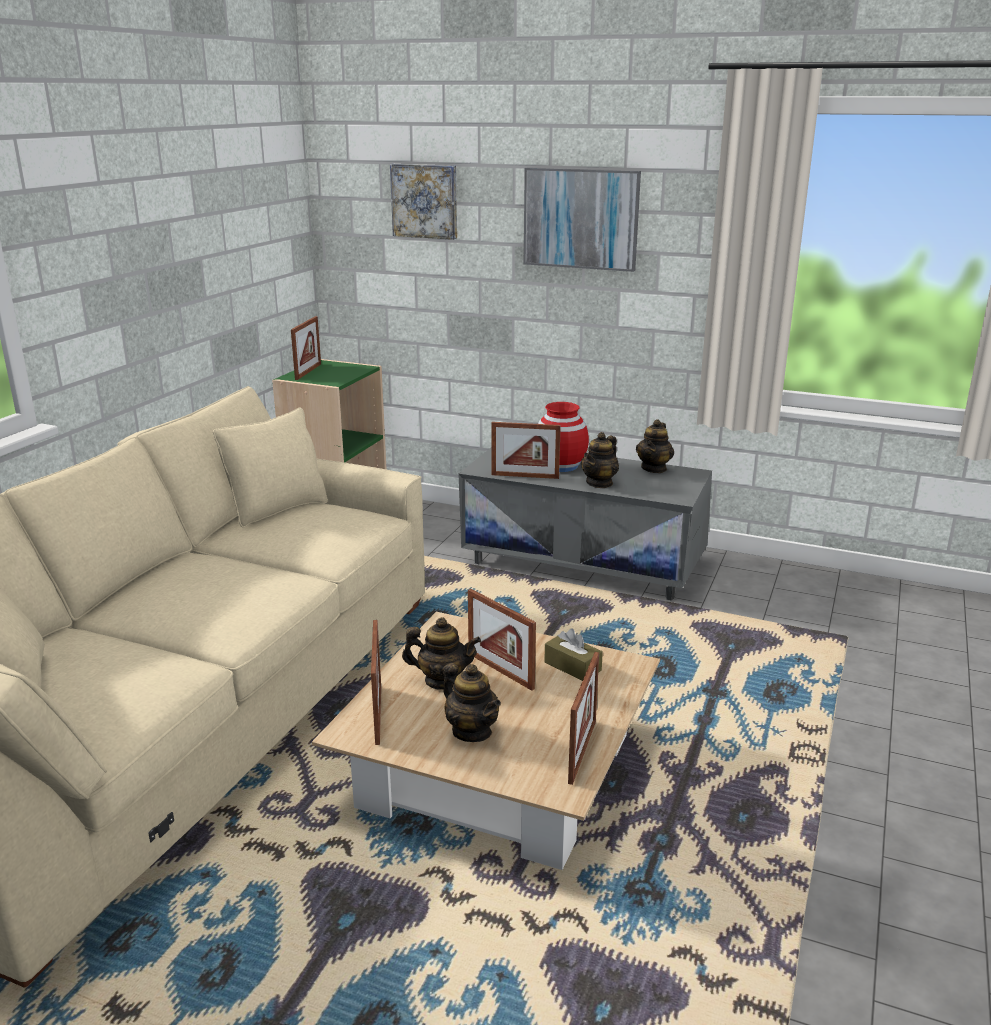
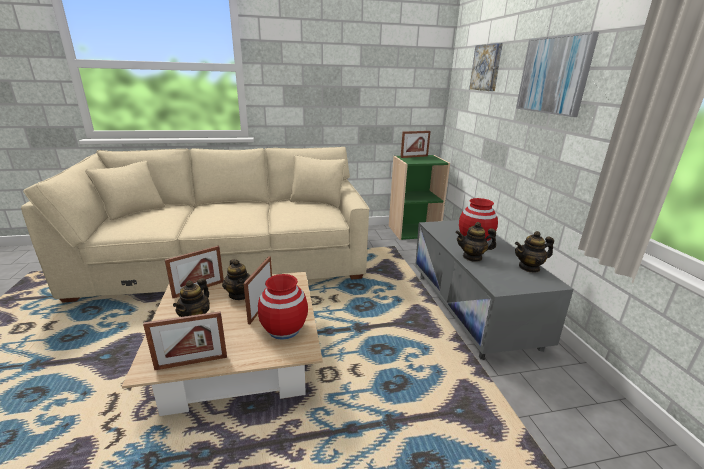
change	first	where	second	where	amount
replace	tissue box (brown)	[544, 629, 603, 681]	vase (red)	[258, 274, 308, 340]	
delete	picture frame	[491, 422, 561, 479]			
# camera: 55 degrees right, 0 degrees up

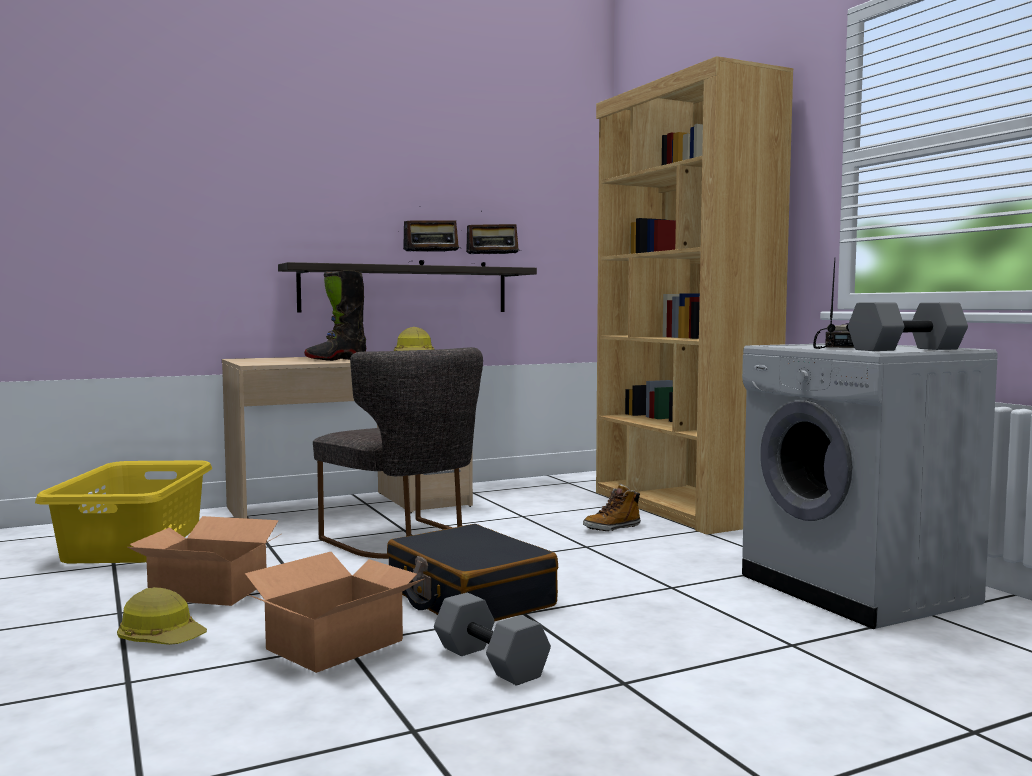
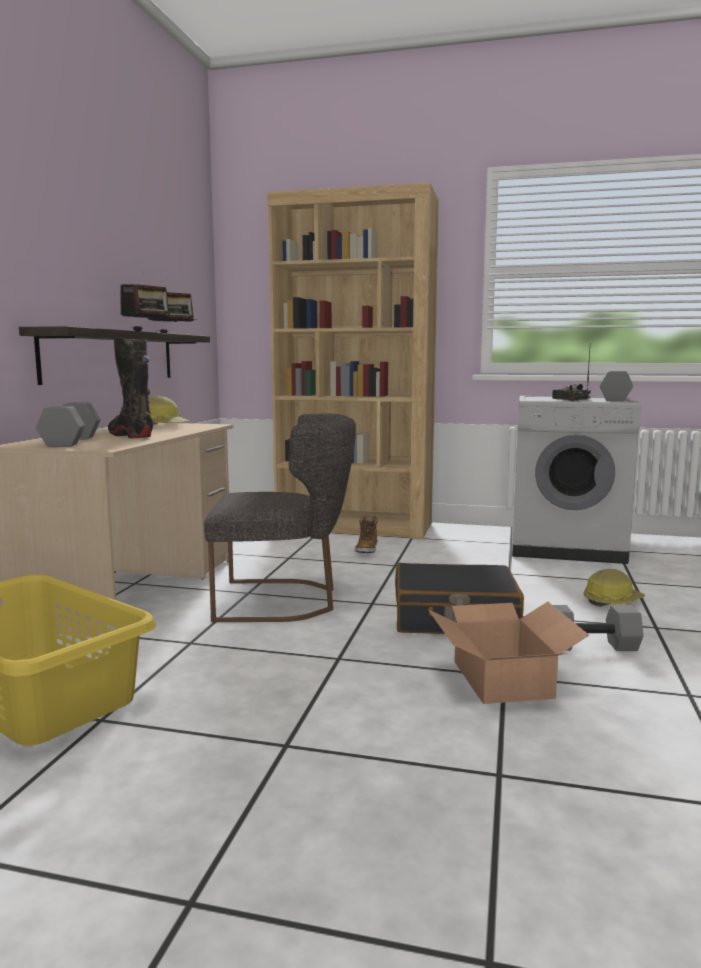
change	first	where	second	where	amount
insert			dumbbell (grey)	[36, 402, 100, 447]	
rotate	boot (black)	[304, 270, 366, 361]		[108, 337, 154, 438]	135 degrees clockwise
move	hard hat	[117, 587, 207, 645]		[584, 569, 645, 606]	
delete	cardboard box	[128, 516, 281, 606]			
# camera: 50 degrees left, 5 degrees up

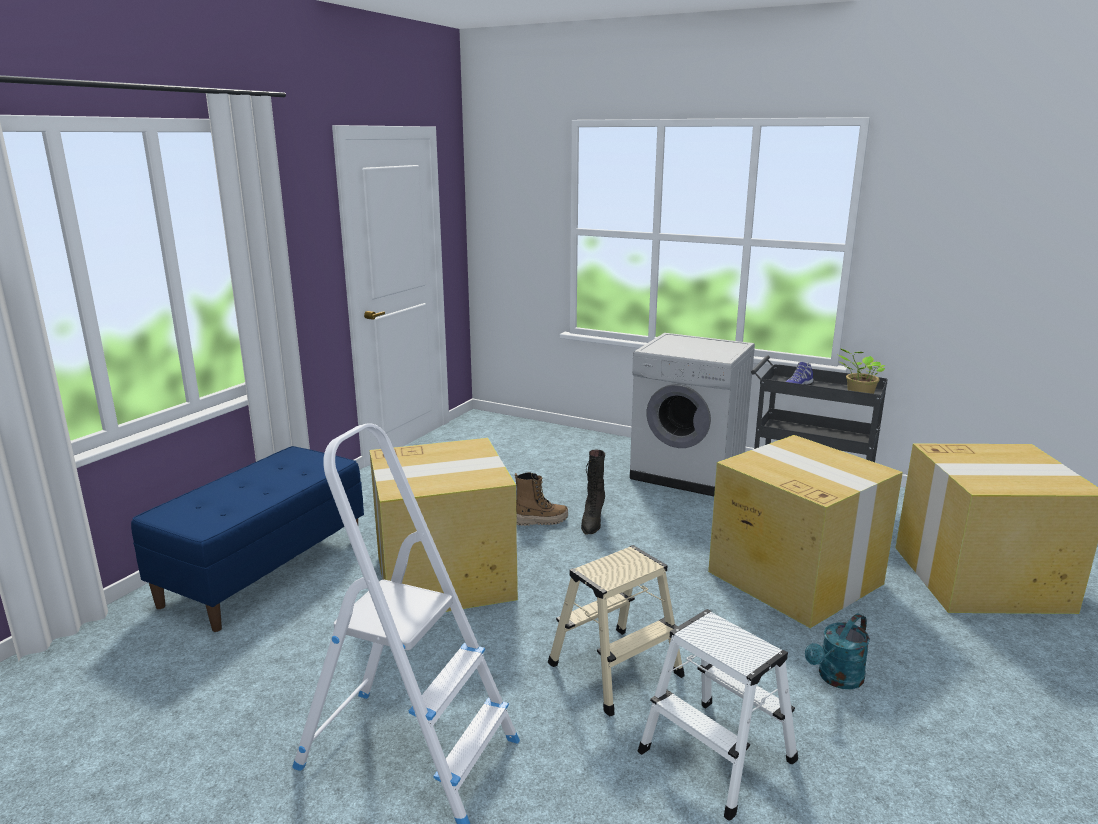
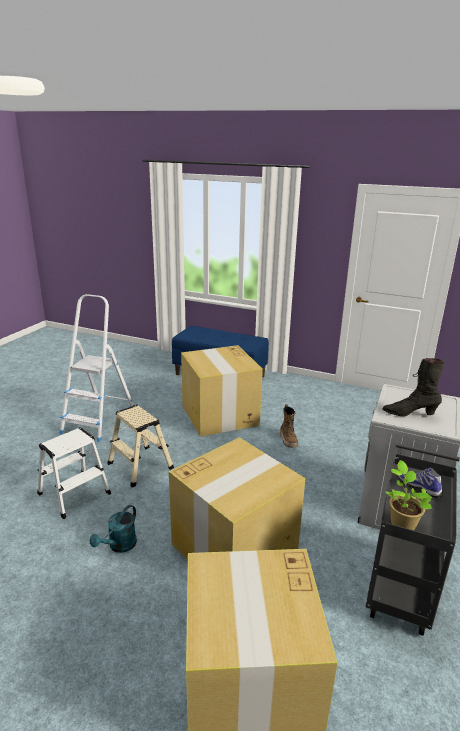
change	first	where	second	where	amount
rotate	watering can (turquoise)	[805, 613, 870, 689]		[90, 505, 137, 553]	105 degrees counterclockwise
move	boot (black)	[581, 450, 605, 534]		[382, 358, 444, 416]	
# camera: 85 degrees right, 5 degrees up

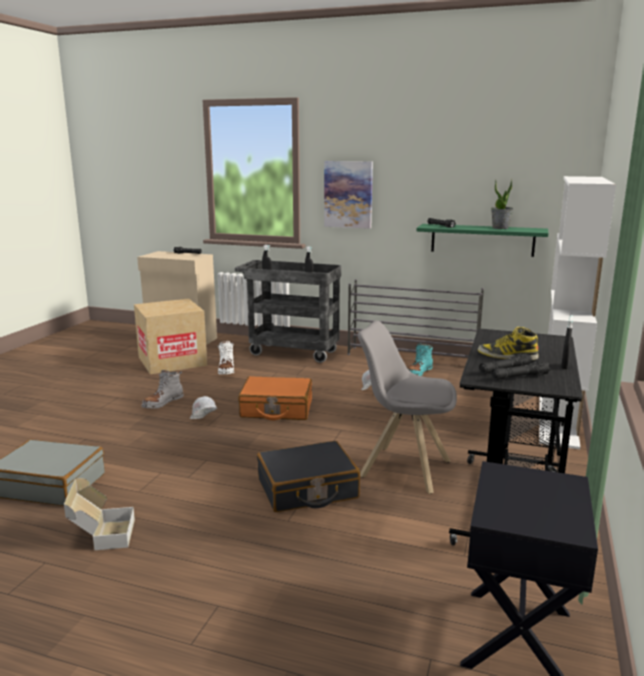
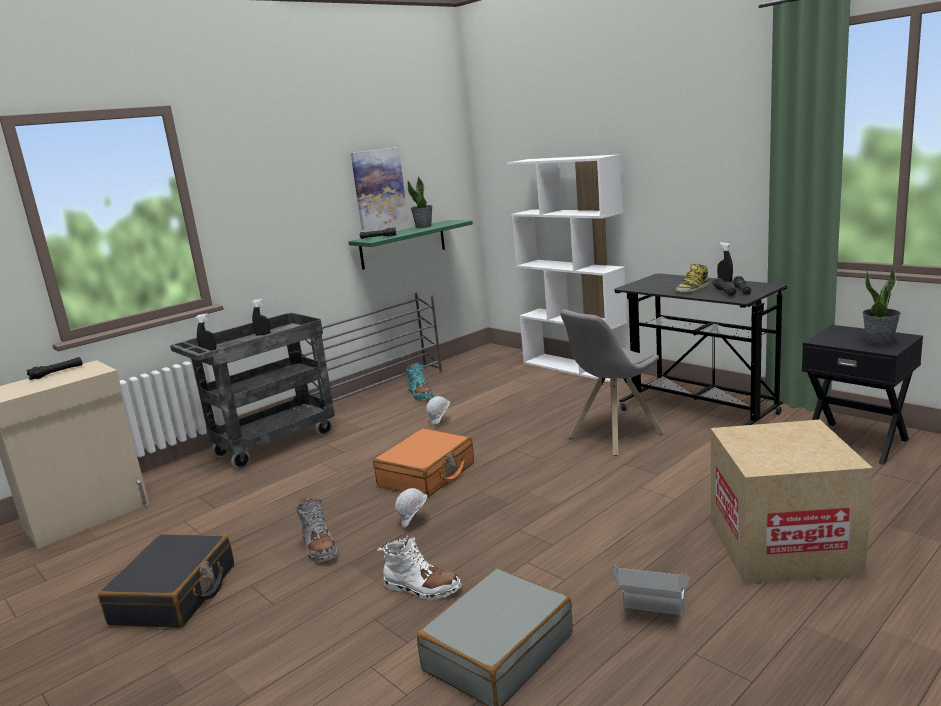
change	first	where	second	where	amount
move	suitcase (black)	[257, 441, 360, 512]		[98, 534, 234, 628]	
move	picture	[324, 161, 373, 229]		[351, 147, 408, 230]	
move	boot (white)	[218, 341, 234, 375]		[377, 536, 462, 599]	
move	cardboard box	[134, 299, 207, 374]		[711, 419, 873, 584]	
insert			potted plant	[862, 267, 901, 346]	
# camera: 60 degrees left, 0 degrees up

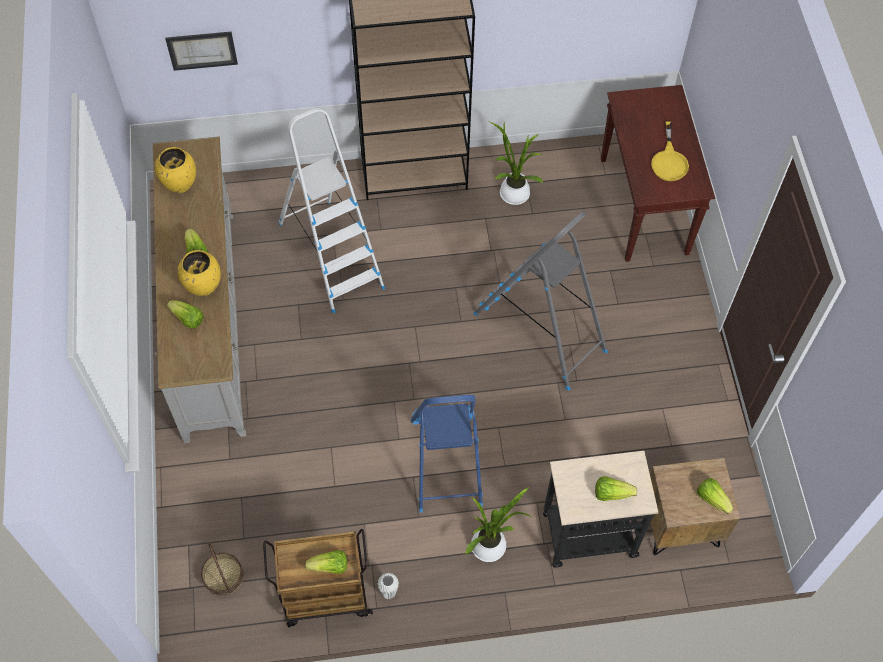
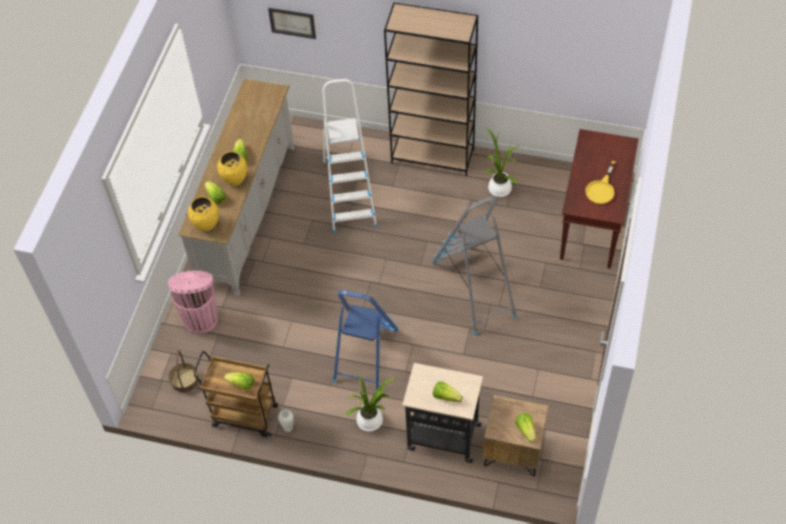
change	first	where	second	where	amount
insert			trash can (pink)	[168, 270, 218, 334]	
move	vase (yellow)	[155, 147, 196, 193]		[188, 196, 219, 231]	
# camera: 25 degrees right, 5 degrees down

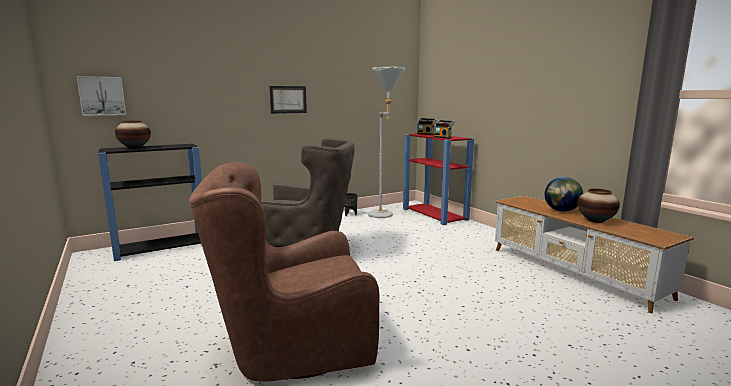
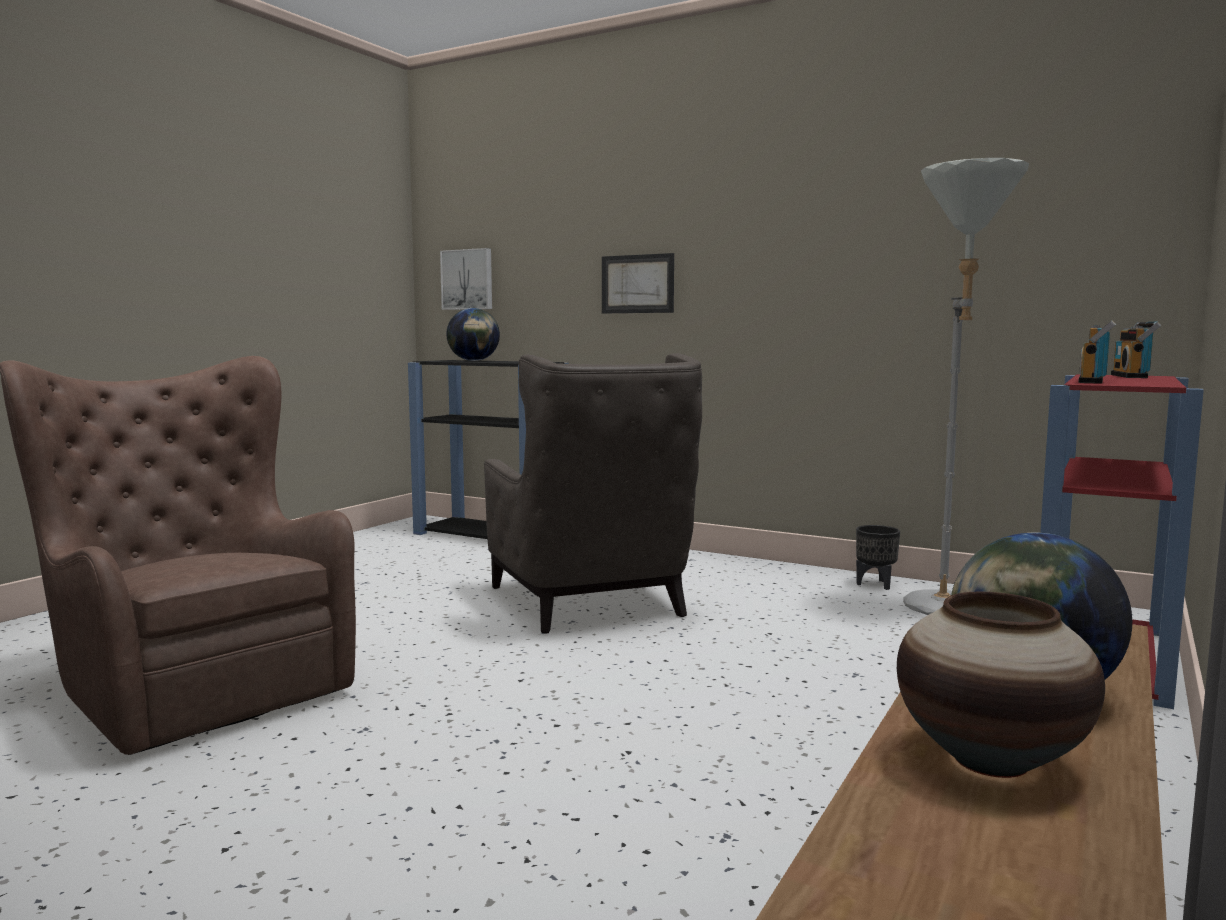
change	first	where	second	where	amount
replace	vase	[115, 121, 151, 149]	globe	[446, 308, 500, 361]	
move	picture	[269, 86, 307, 114]		[602, 253, 674, 313]	
# camera: 60 degrees right, 5 degrees down

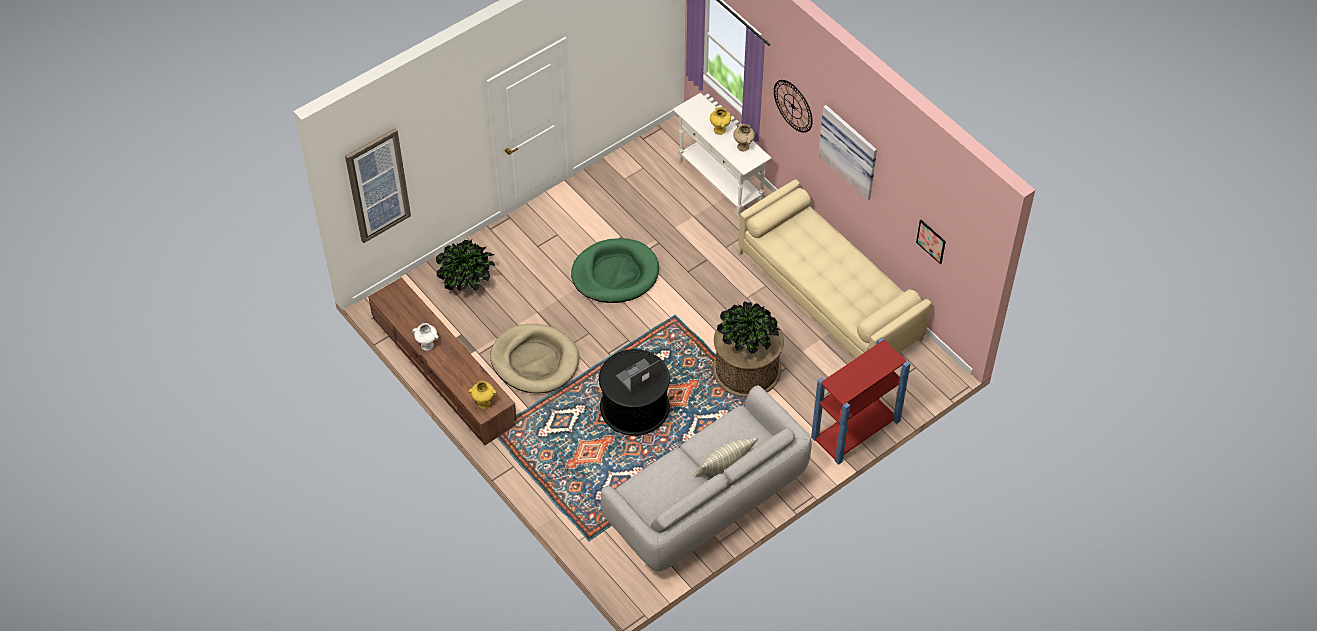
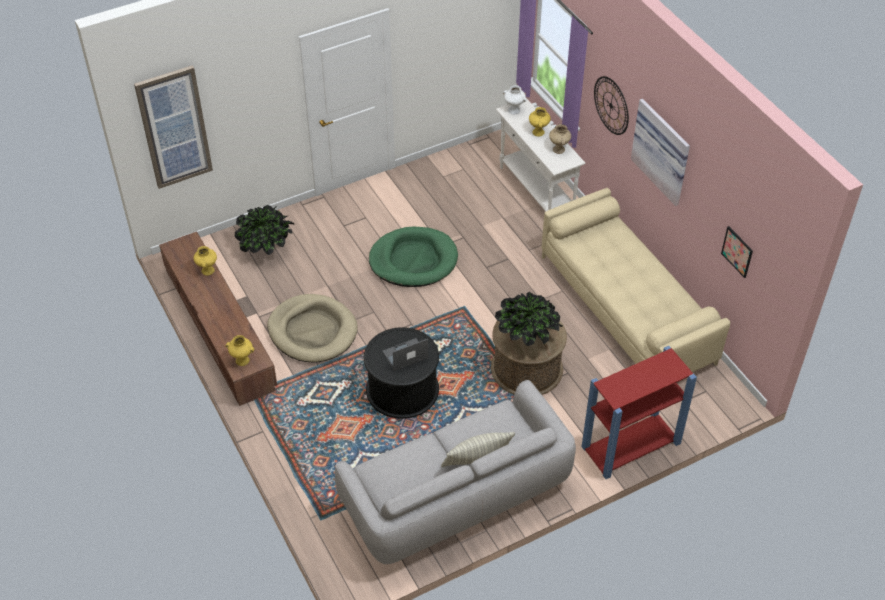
change	first	where	second	where	amount
insert			vase (yellow)	[194, 246, 217, 275]	
move	vase (white)	[412, 323, 439, 351]		[503, 85, 527, 115]	
# camera: 10 degrees right, 5 degrees down

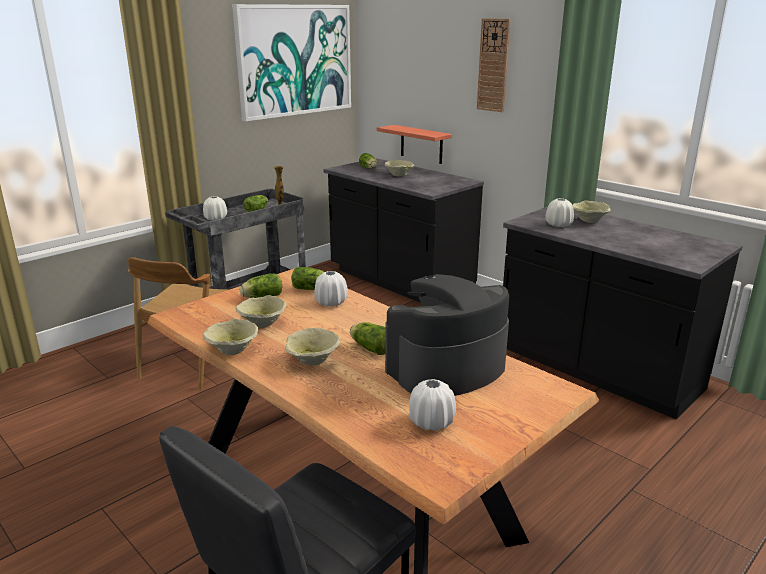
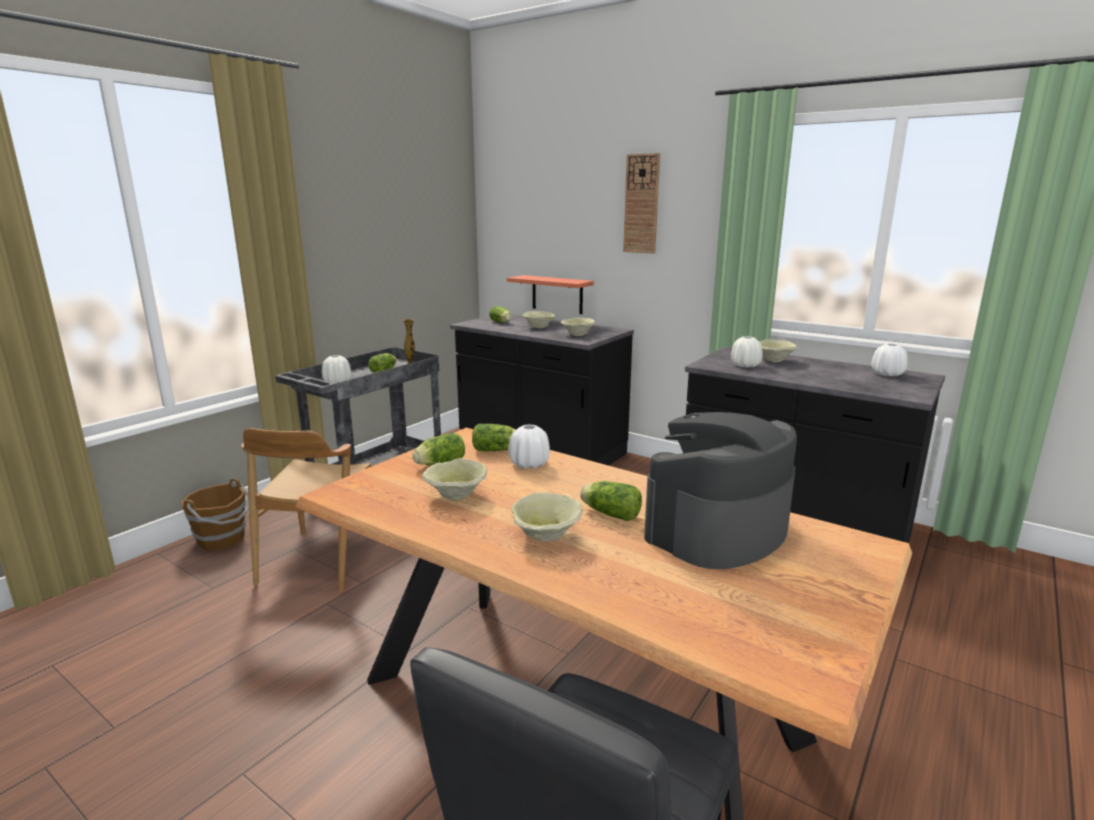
change	first	where	second	where	amount
insert			bucket (brown)	[181, 478, 249, 550]	
move	bowl (beige)	[202, 319, 258, 355]		[561, 317, 595, 336]	
move	vase (white)	[409, 379, 456, 431]		[871, 343, 908, 376]	
delete	picture	[232, 4, 351, 121]			
# camera: 10 degrees left, 5 degrees down

